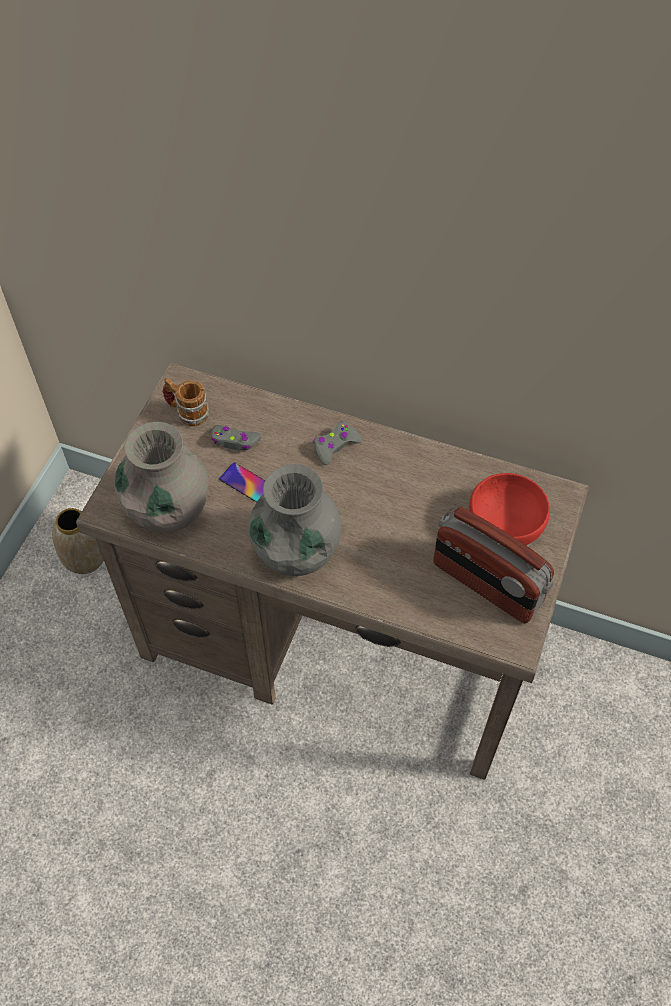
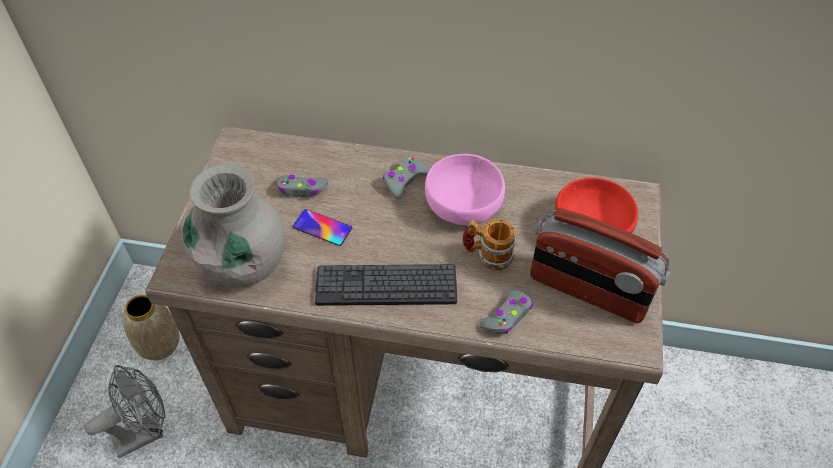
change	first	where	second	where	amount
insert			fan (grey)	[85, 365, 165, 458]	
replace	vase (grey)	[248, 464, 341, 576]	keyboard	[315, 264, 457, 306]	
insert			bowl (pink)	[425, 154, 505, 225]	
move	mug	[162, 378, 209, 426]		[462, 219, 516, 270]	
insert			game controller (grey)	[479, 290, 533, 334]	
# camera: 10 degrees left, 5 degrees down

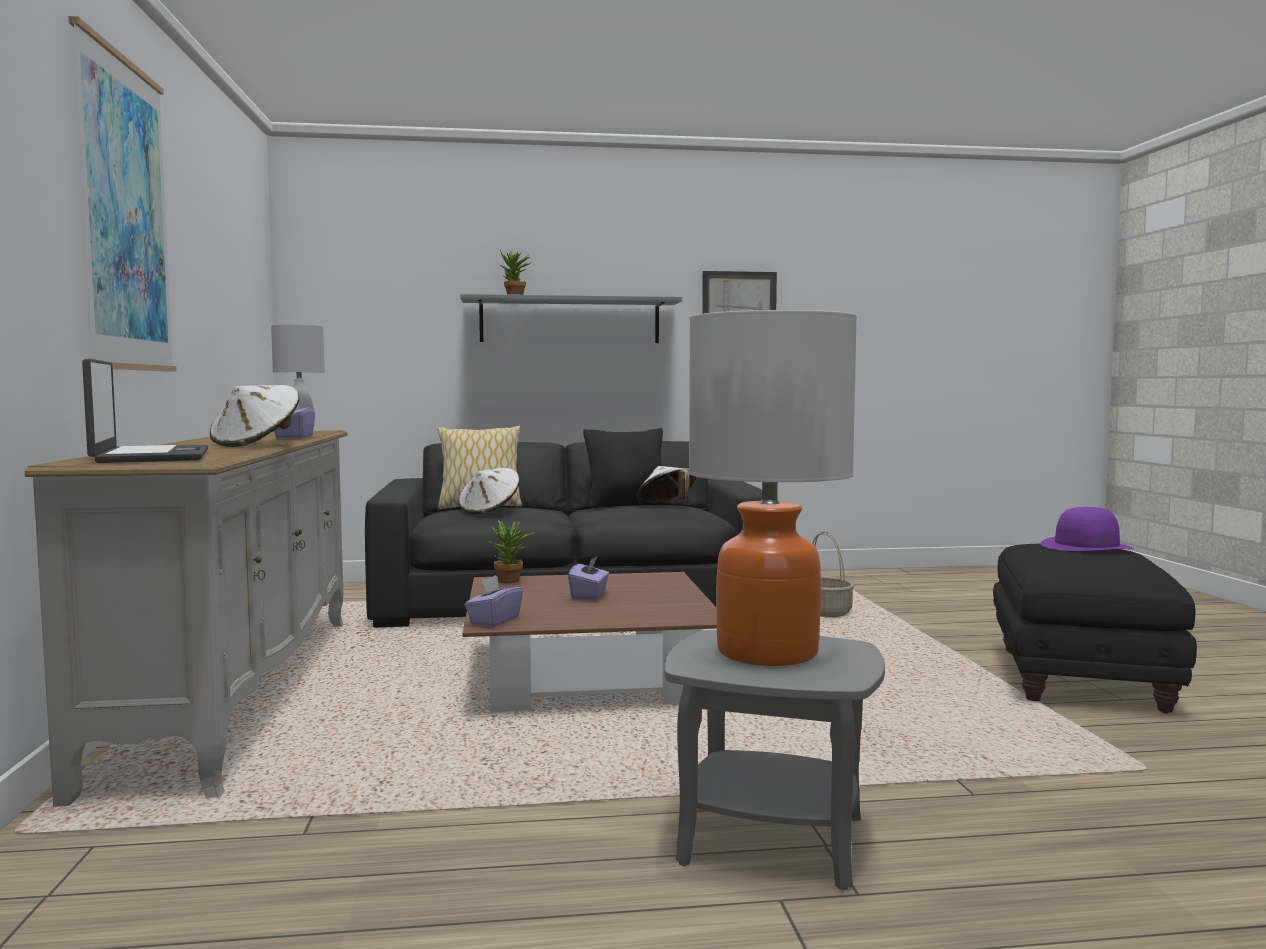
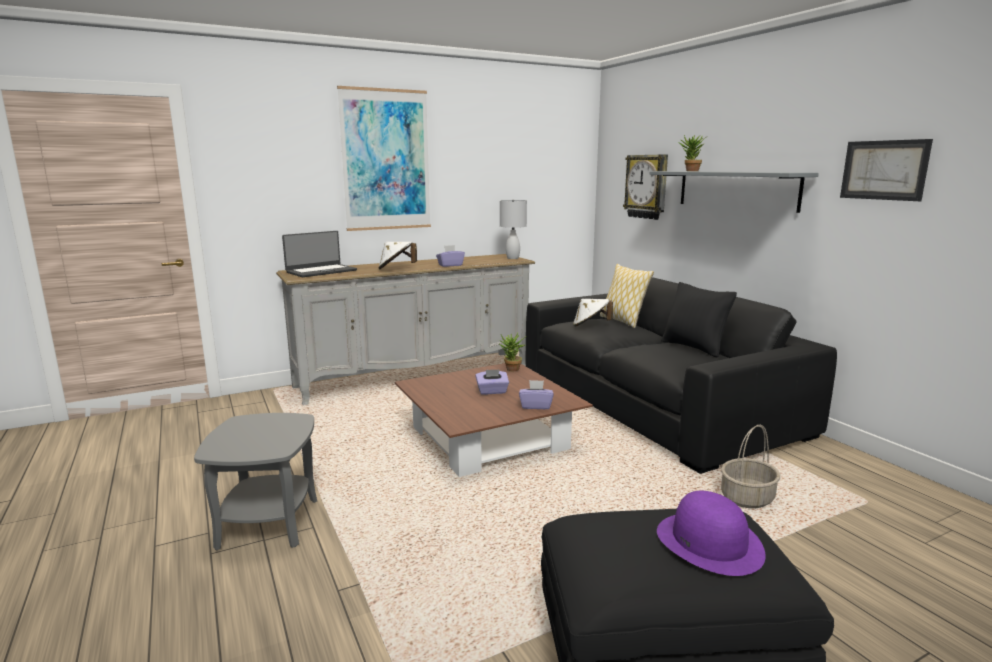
change	first	where	second	where	amount
move	tissue box (purple)	[465, 575, 523, 627]		[519, 380, 554, 409]	
insert			wall clock	[623, 154, 668, 220]	
delete	hat (white)	[637, 466, 696, 504]			
delete	table lamp	[689, 310, 857, 666]			
# camera: 70 degrees right, 10 degrees up

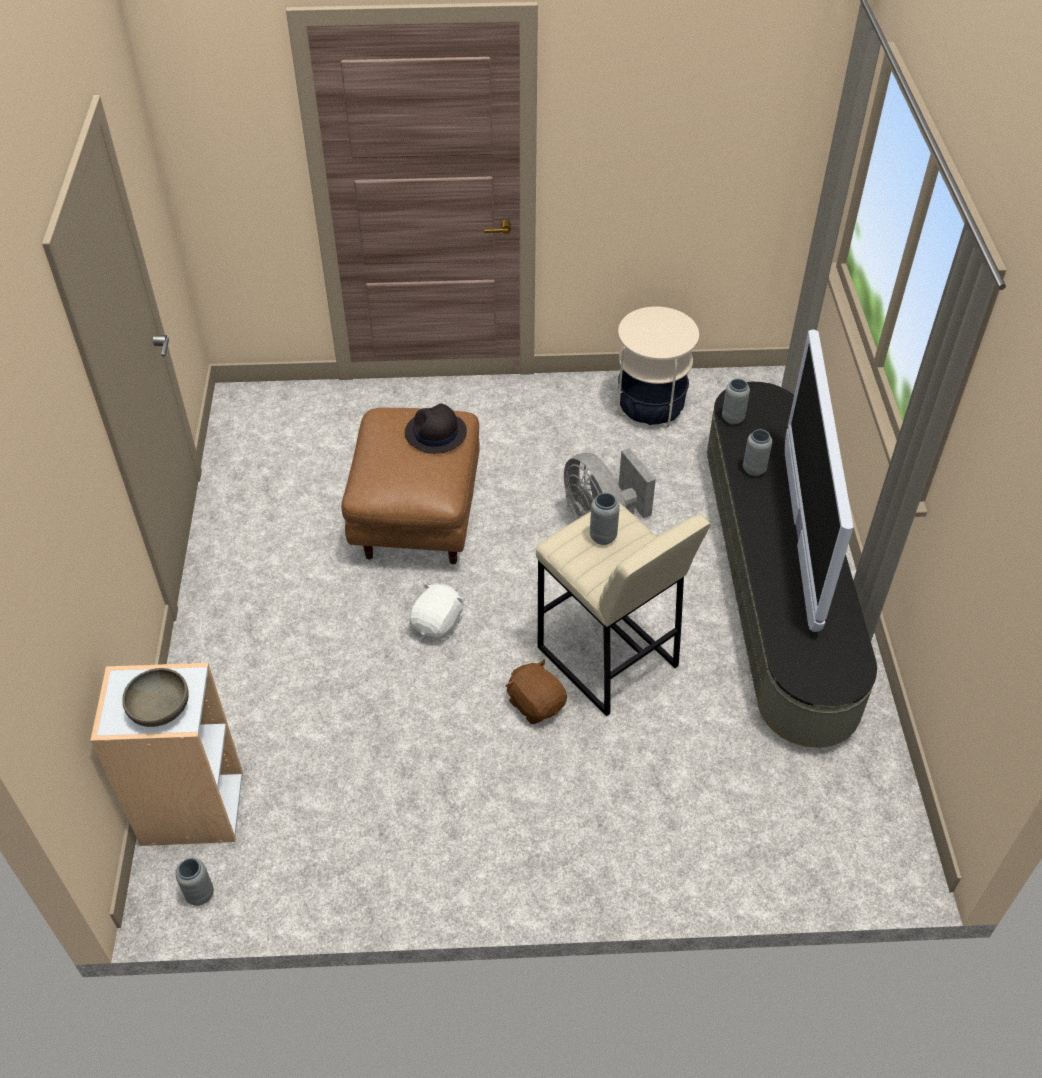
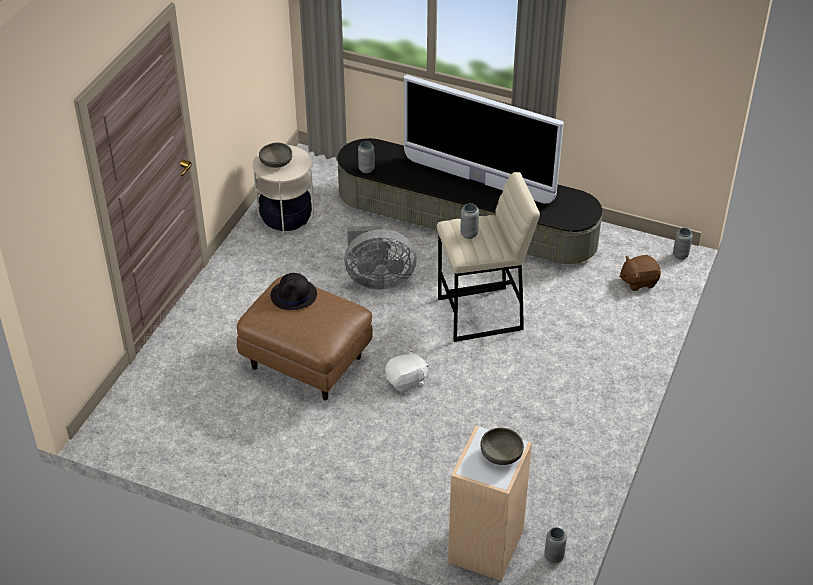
change	first	where	second	where	amount
insert			bowl (grey)	[259, 142, 292, 168]	
rotate	plush toy (white)	[409, 582, 466, 641]		[385, 349, 429, 393]	105 degrees clockwise
move	plush toy (brown)	[505, 659, 567, 724]		[619, 255, 661, 291]	
move	vase (grey)	[743, 429, 772, 476]		[673, 228, 693, 260]	
# camera: 65 degrees left, 5 degrees down

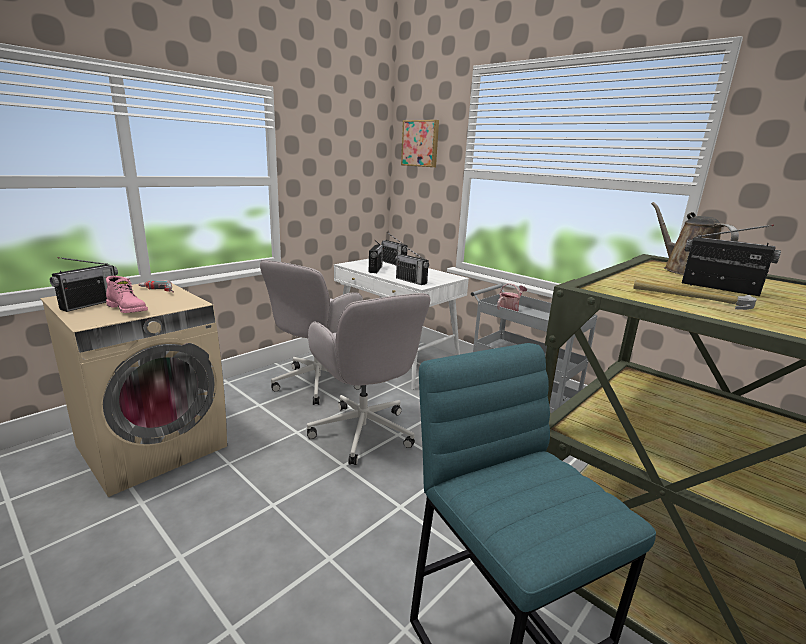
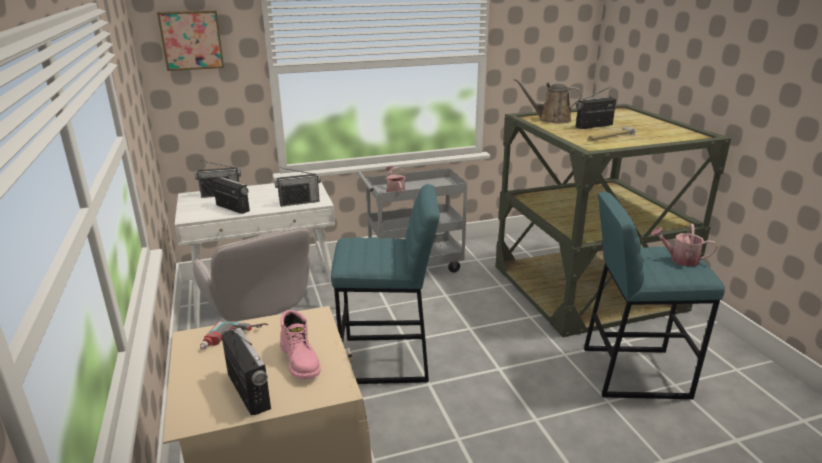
change	first	where	second	where	amount
rotate	boot (pink)	[106, 276, 148, 313]		[280, 310, 321, 379]	90 degrees clockwise
replace	office chair (grey)	[307, 293, 430, 465]	stool (turquoise)	[331, 184, 440, 384]	
insert			watering can	[651, 224, 717, 266]	
# camera: 60 degrees left, 5 degrees up

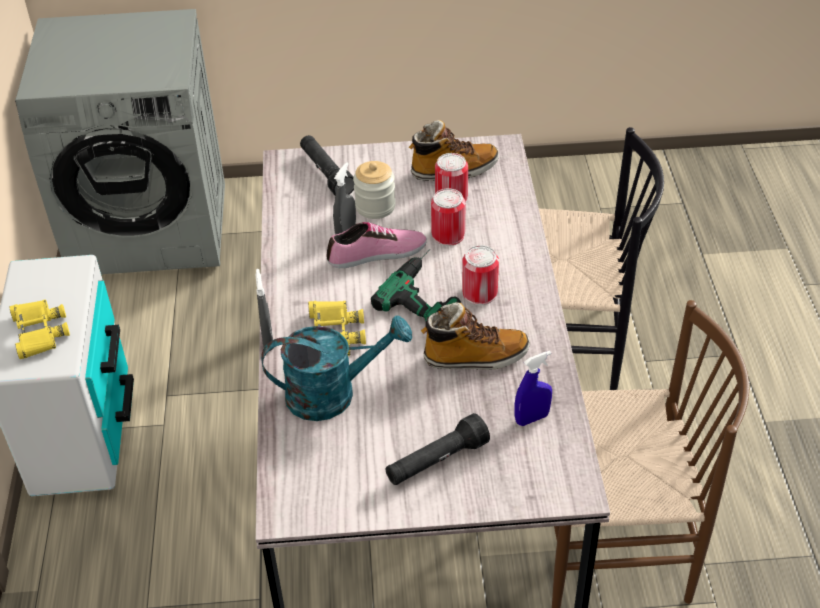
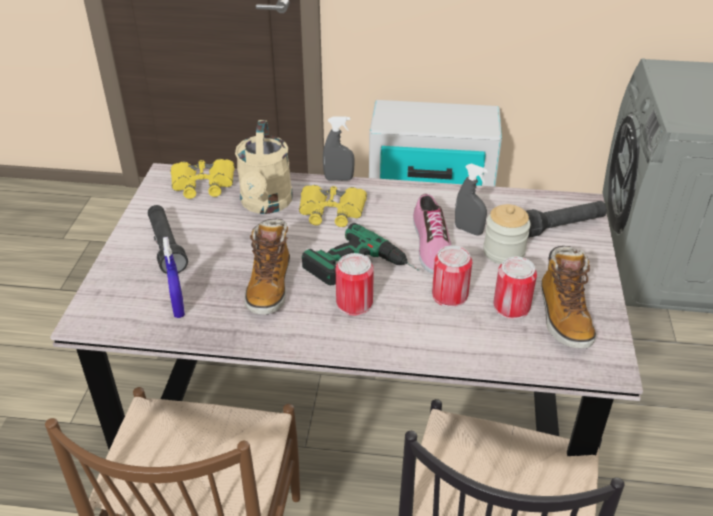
change	first	where	second	where	amount
move	binoculars (yellow)	[9, 300, 70, 359]		[171, 159, 235, 199]	
recolor	watering can (turquoise)	[261, 315, 412, 421]	watering can (beige)	[235, 120, 293, 214]	
# camera: 100 degrees right, 5 degrees down

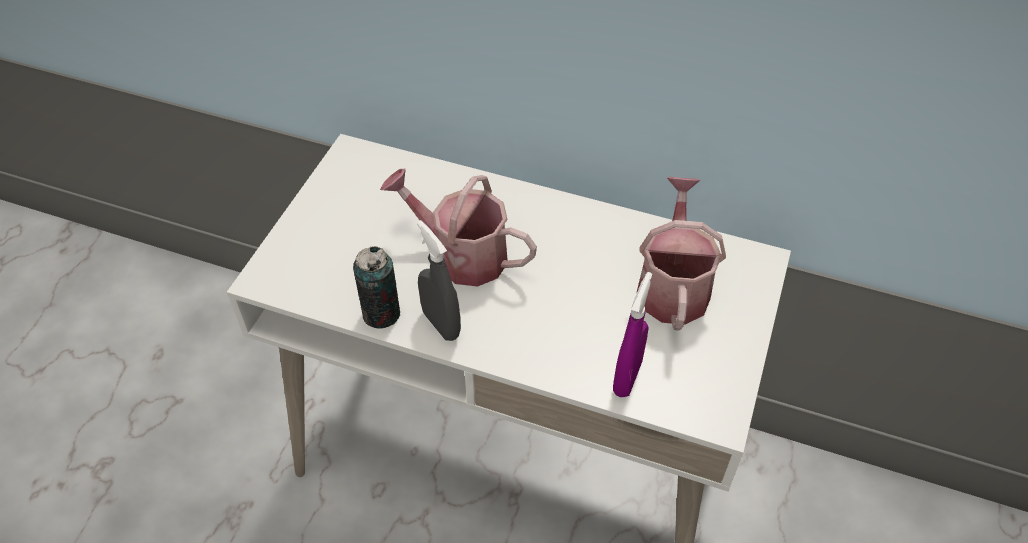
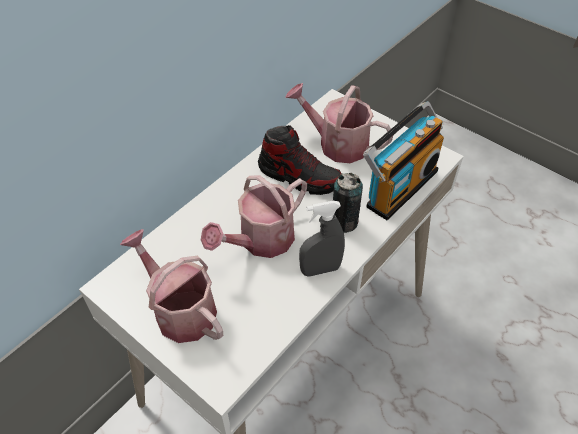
change	first	where	second	where	amount
insert			watering can	[120, 229, 223, 343]	
insert			shoe	[258, 125, 343, 195]	
move	can	[353, 246, 400, 329]		[333, 173, 363, 233]	
replace	spray bottle (purple)	[613, 272, 652, 397]	radio	[363, 101, 444, 220]	
# camera: 70 degrees left, 0 degrees up

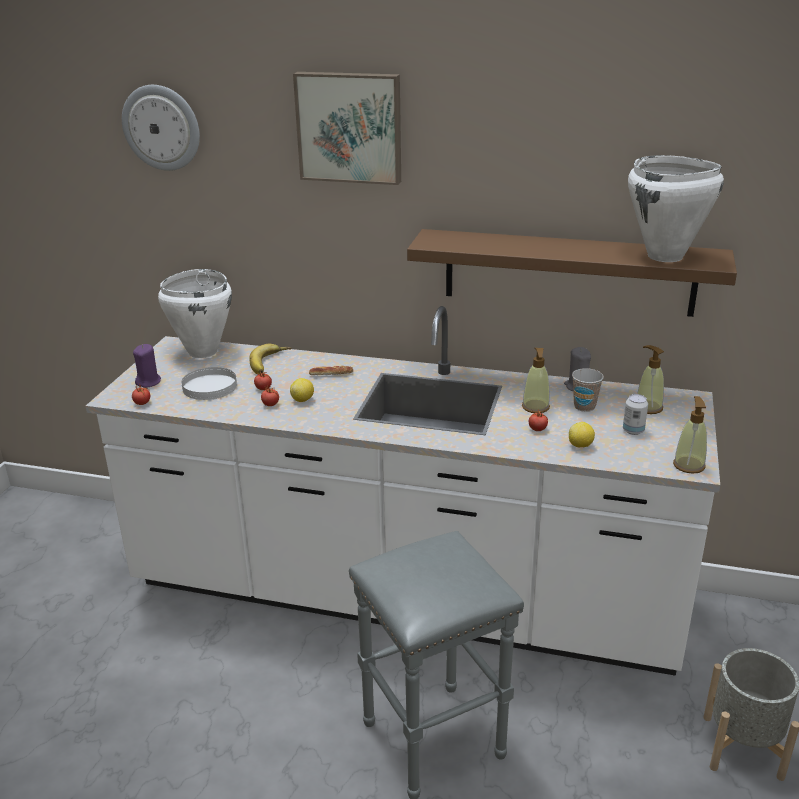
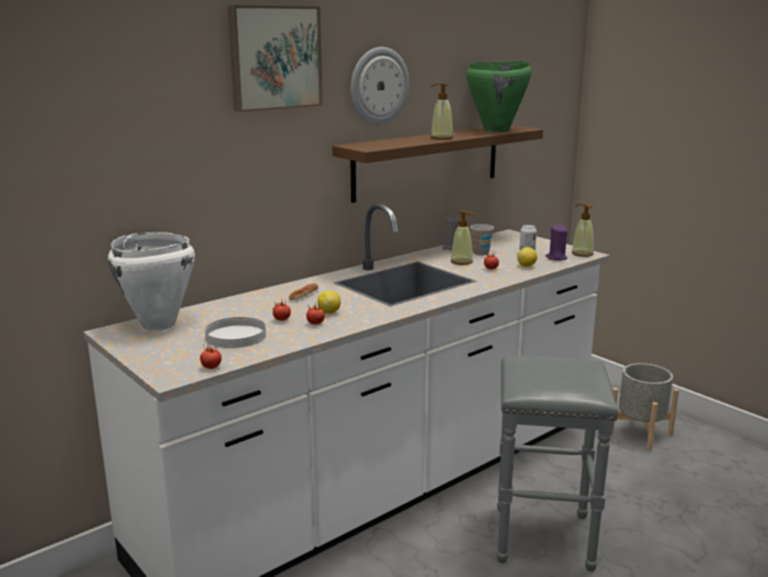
change	first	where	second	where	amount
move	wall clock	[122, 85, 200, 171]		[351, 47, 409, 124]	
move	soap dispenser	[637, 345, 664, 414]		[431, 83, 453, 140]	
recolor	cooking pot (white)	[628, 155, 724, 262]	cooking pot (green)	[466, 60, 532, 132]	
move	candle (purple)	[133, 344, 161, 388]		[546, 224, 568, 261]	
delete	banana	[249, 344, 291, 374]			
# camera: 55 degrees left, 10 degrees down

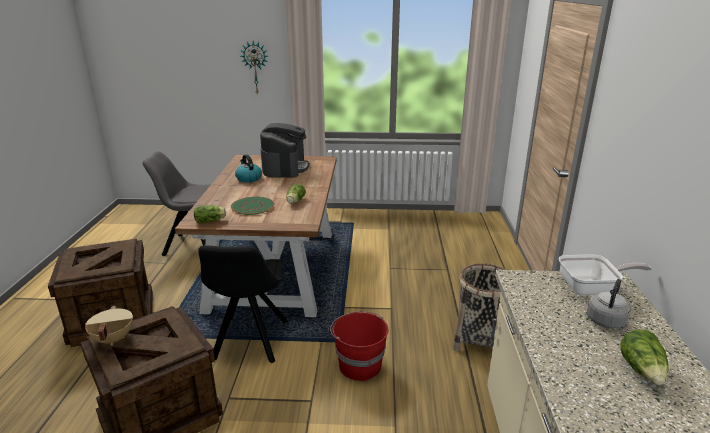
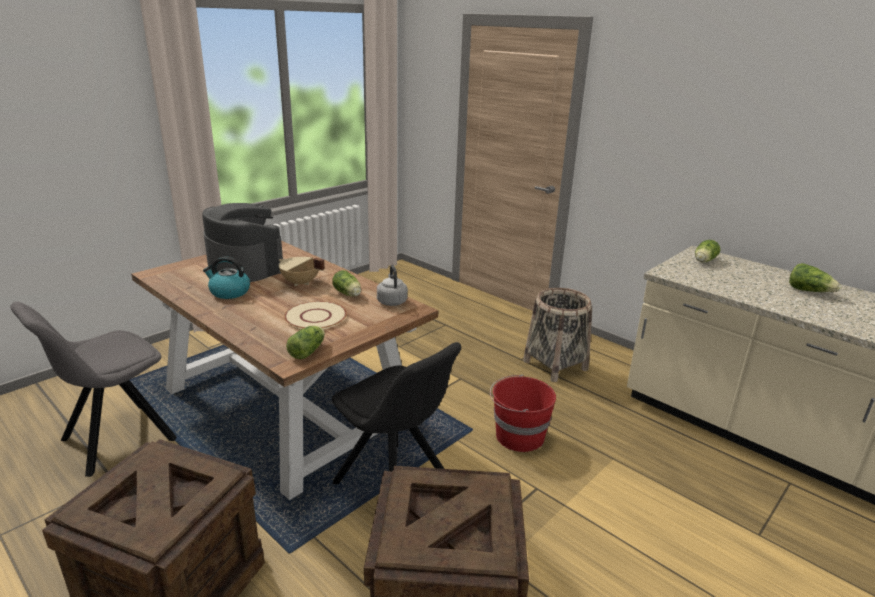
change	first	where	second	where	amount
move	cooking pot (beige)	[85, 306, 133, 346]		[279, 257, 325, 286]	
recolor	plate (green)	[231, 196, 274, 215]	plate (beige)	[284, 301, 347, 329]	
move	kettle (grey)	[587, 279, 631, 329]		[377, 265, 408, 306]	
replace	frying pan	[559, 254, 651, 295]	lettuce	[695, 240, 721, 262]	
delete	wall clock	[240, 41, 268, 95]			
# camera: 50 degrees left, 0 degrees up

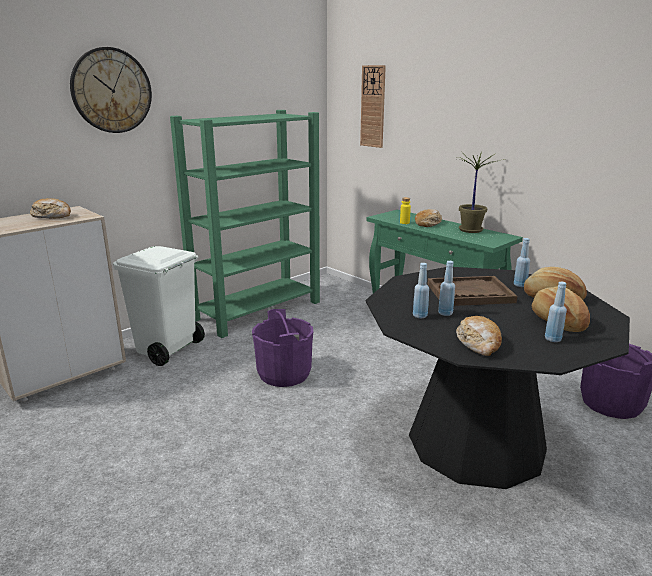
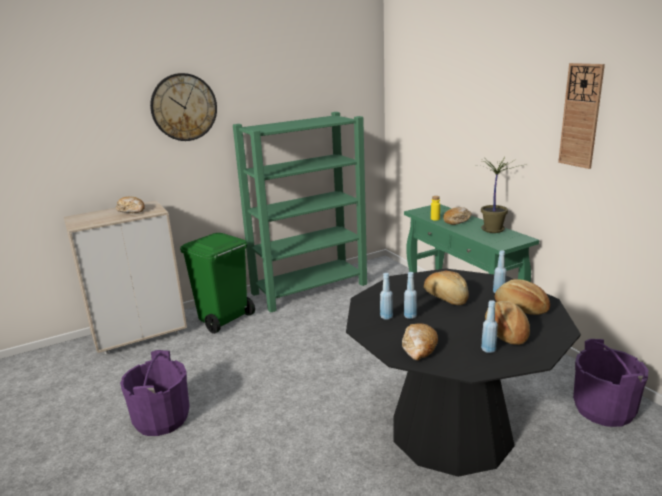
change	first	where	second	where	amount
move	bucket (purple)	[252, 309, 313, 387]		[120, 350, 190, 436]	
recolor	trash can (white)	[113, 246, 205, 366]	trash can (green)	[180, 233, 255, 334]	
replace	tray (brown)	[427, 276, 517, 306]	bread	[424, 270, 469, 305]	
move	wall clock	[360, 65, 386, 148]		[558, 63, 605, 169]	
# camera: 15 degrees right, 0 degrees up

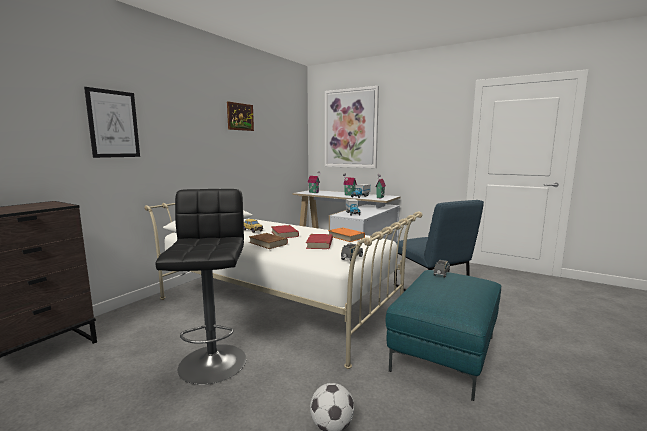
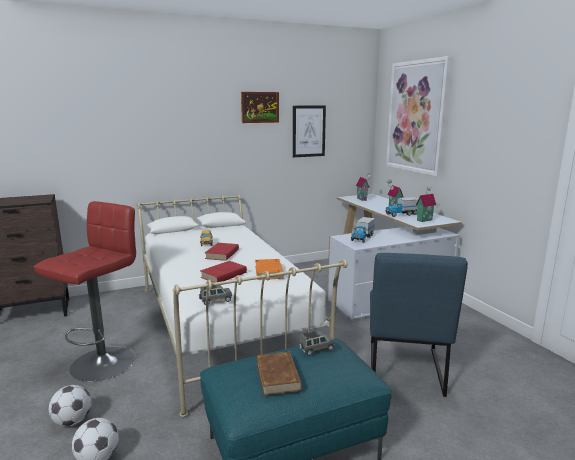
change	first	where	second	where	amount
recolor	stool (black)	[156, 189, 246, 385]	stool (red)	[34, 201, 136, 382]	
insert			football	[49, 385, 92, 426]	
move	book (brown)	[249, 233, 288, 249]		[256, 352, 302, 396]	
move	picture	[84, 87, 140, 158]		[293, 106, 326, 157]	
# camera: 35 degrees right, 5 degrees up

